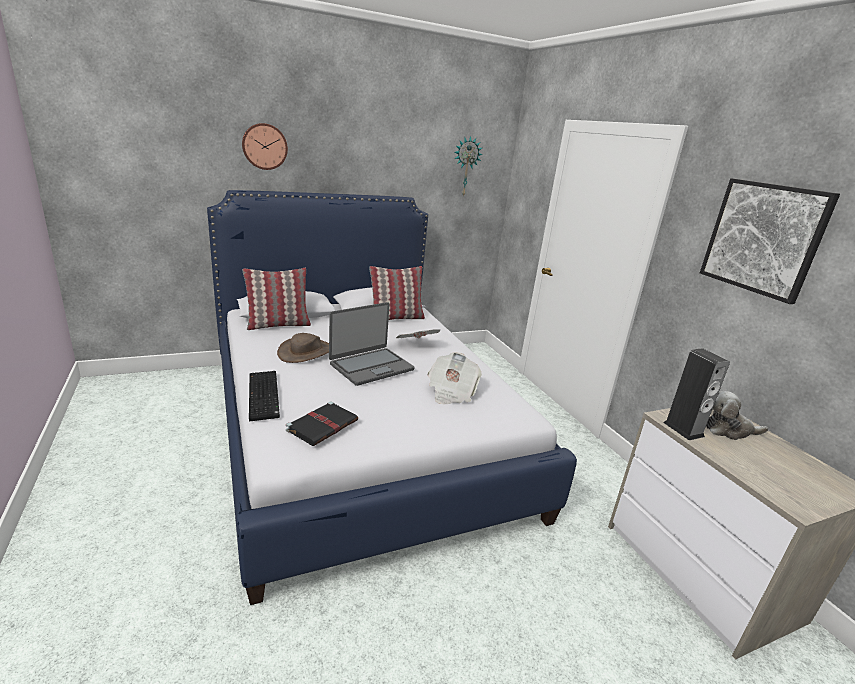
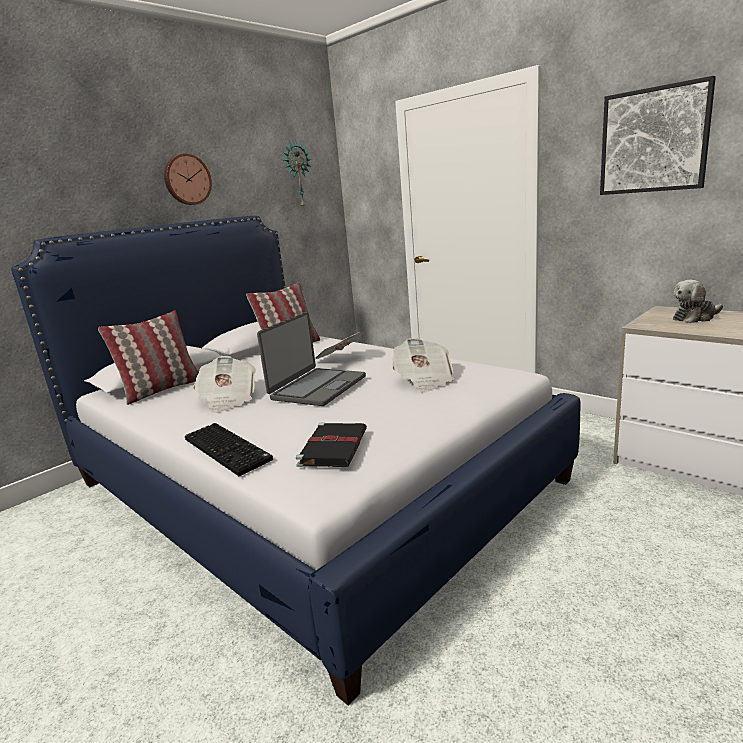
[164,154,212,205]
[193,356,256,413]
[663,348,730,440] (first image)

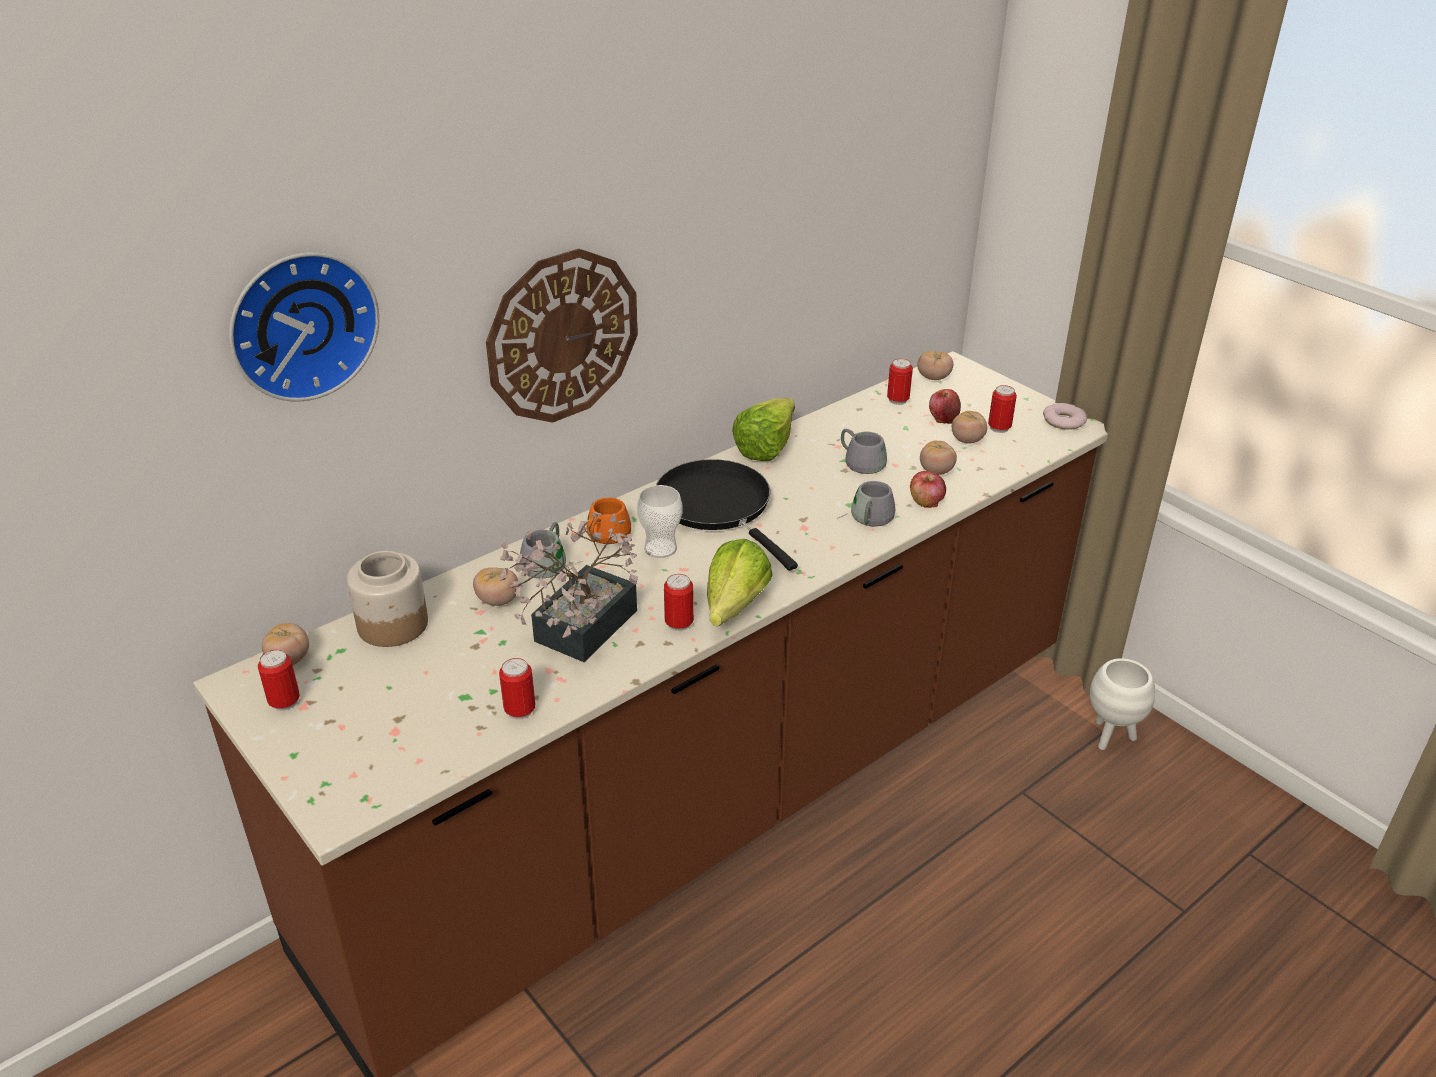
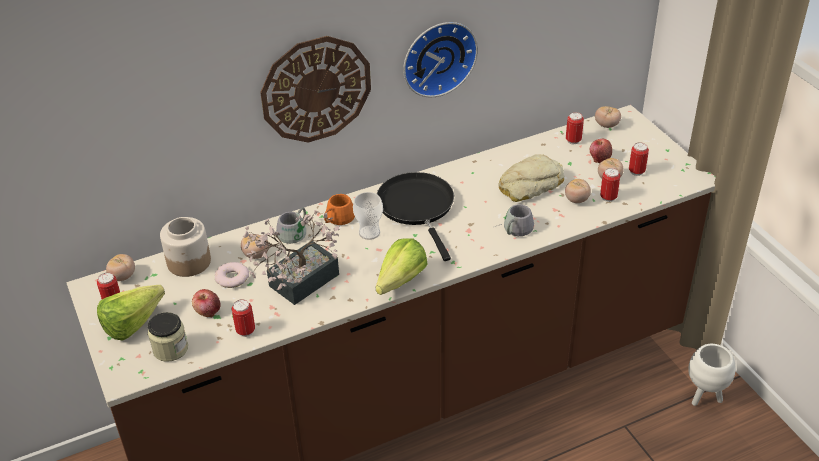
[97,285,165,341]
[148,312,188,362]
[192,289,221,317]
[215,262,249,288]
[403,22,478,98]
[498,154,564,202]
[600,168,620,202]

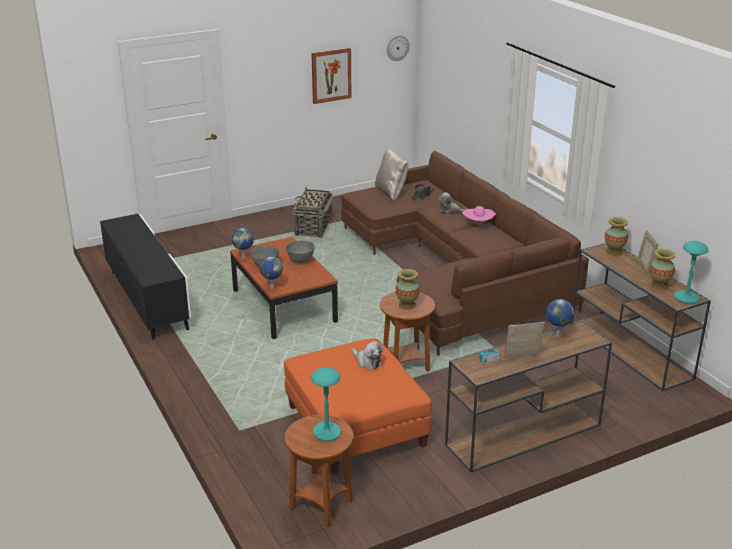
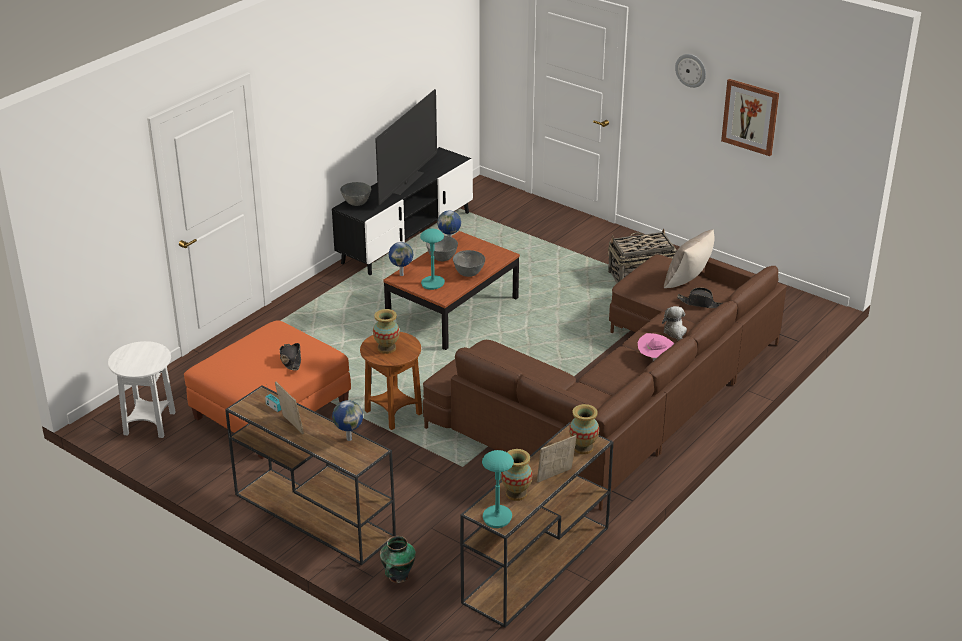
[108,341,176,438]
[280,343,301,371]
[340,182,371,206]
[375,89,437,205]
[380,536,416,583]
[420,229,445,290]
[675,54,706,88]

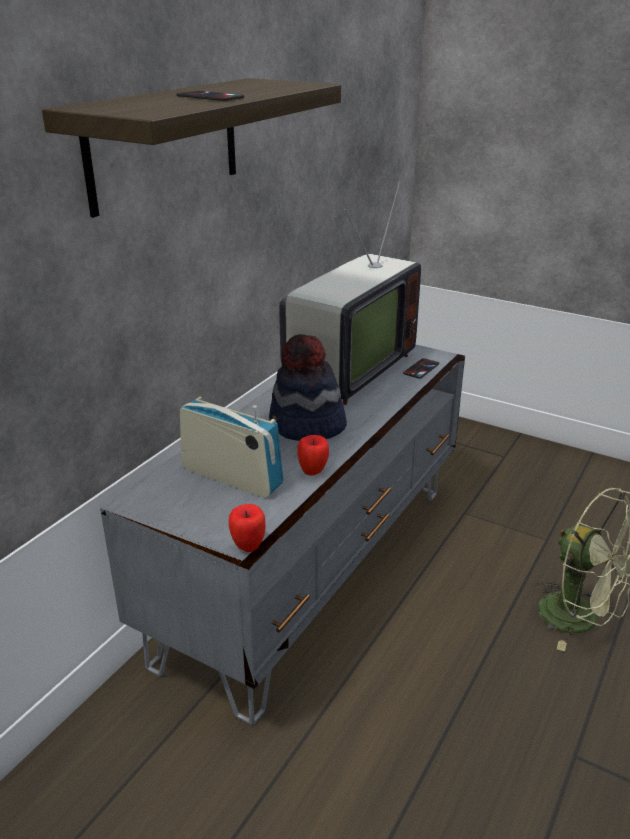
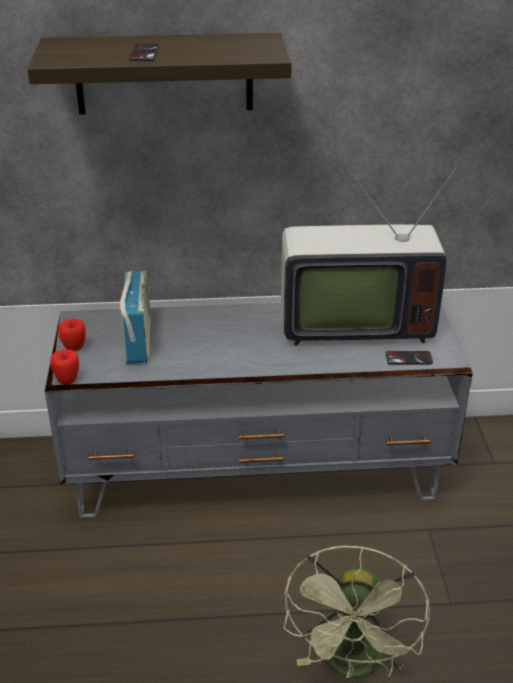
[58,318,86,351]
[269,334,347,441] (first image)

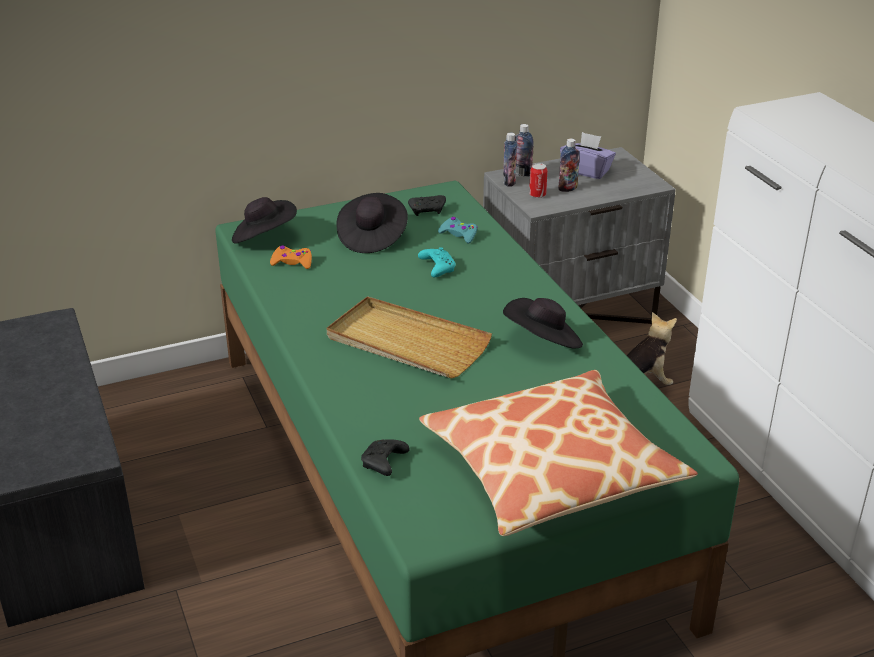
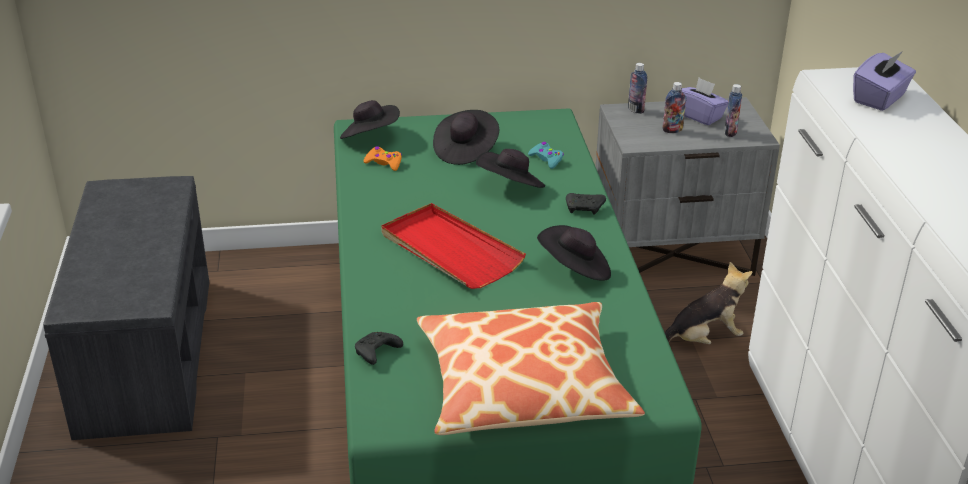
[381,203,526,289]
[476,149,545,188]
[566,193,606,215]
[724,84,742,137]
[853,51,916,111]
[529,163,547,198] (first image)

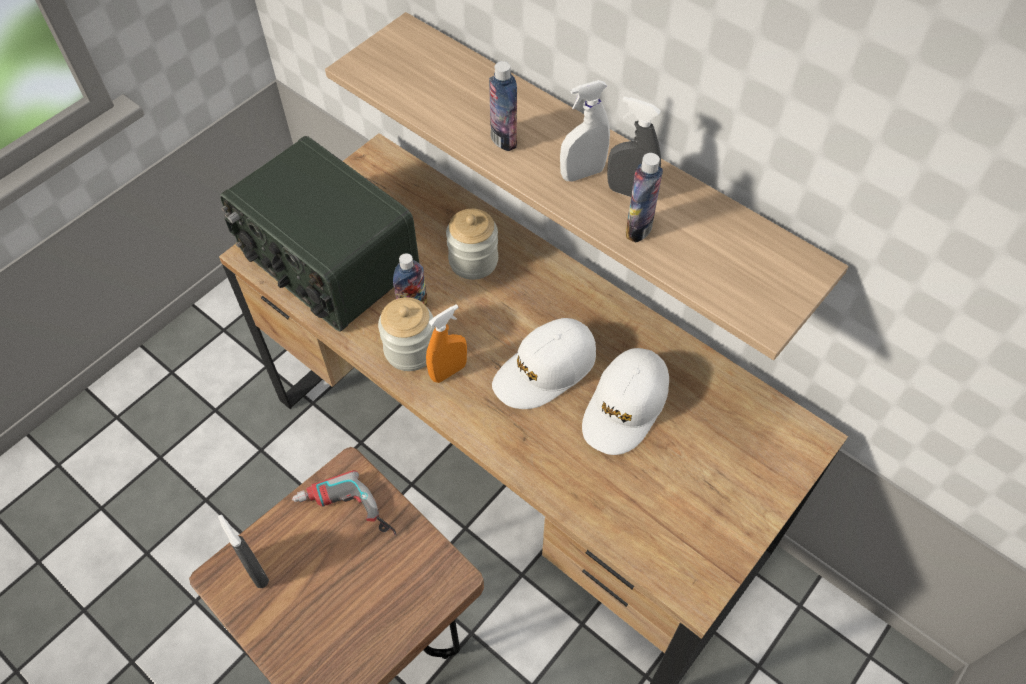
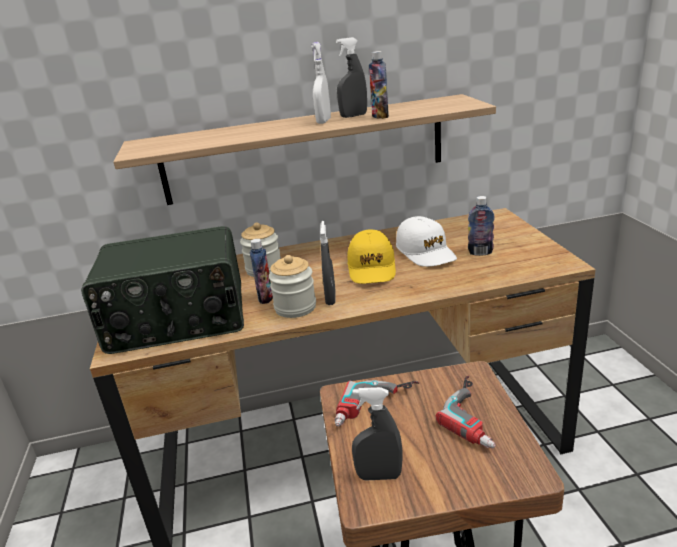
[320,221,336,305]
[347,229,396,284]
[436,376,496,448]
[468,196,495,256]

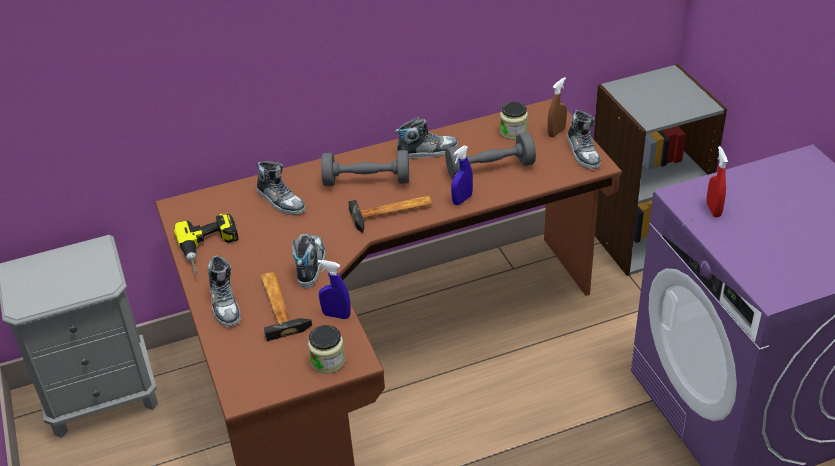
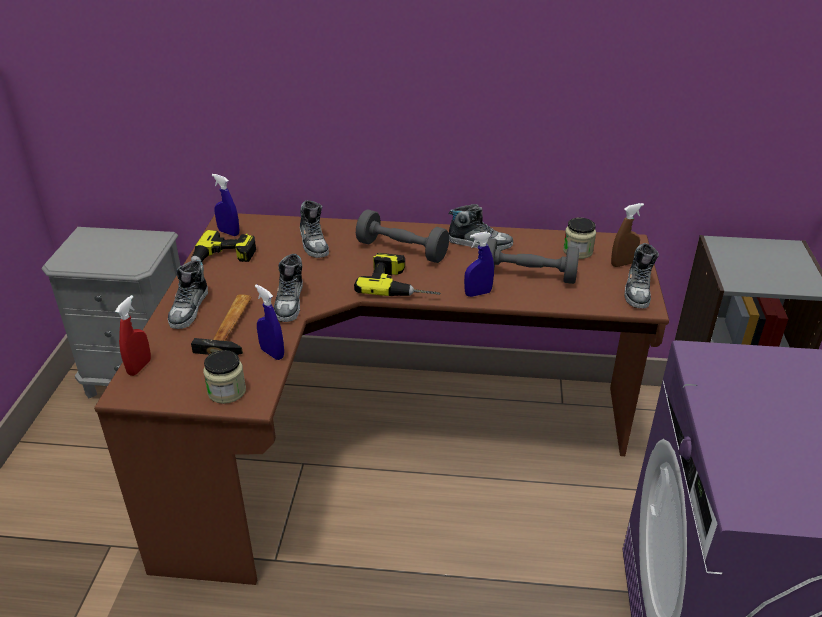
[115,295,151,376]
[212,174,239,236]
[274,254,303,322]
[354,253,441,296]

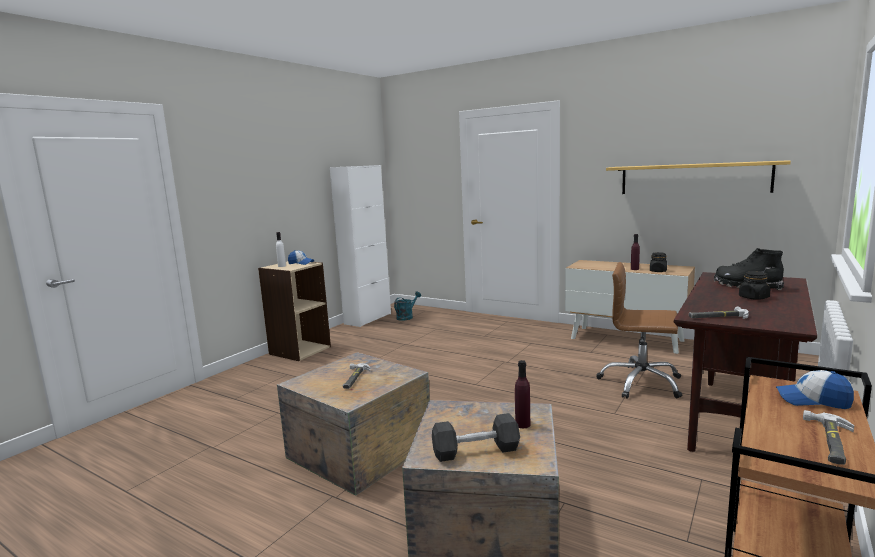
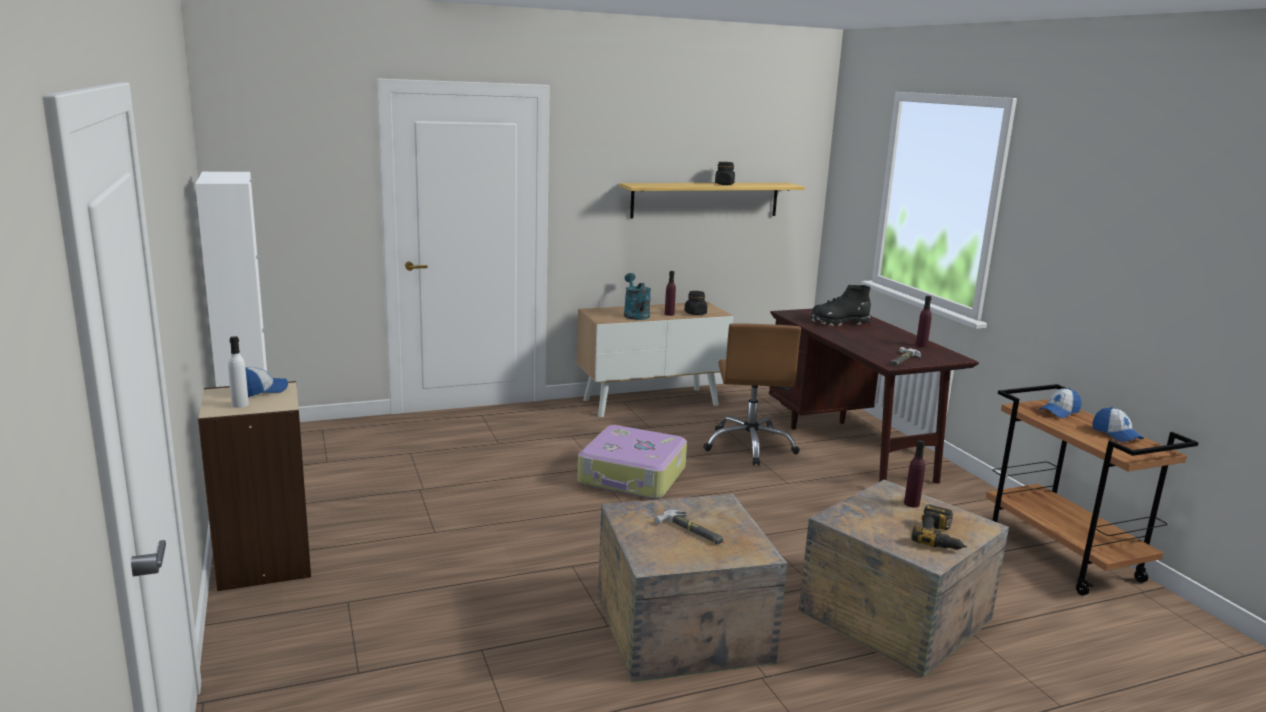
[577,425,687,499]
[624,273,651,320]
[703,323,801,466]
[715,162,735,185]
[912,504,967,550]
[916,296,932,348]
[1093,407,1144,442]

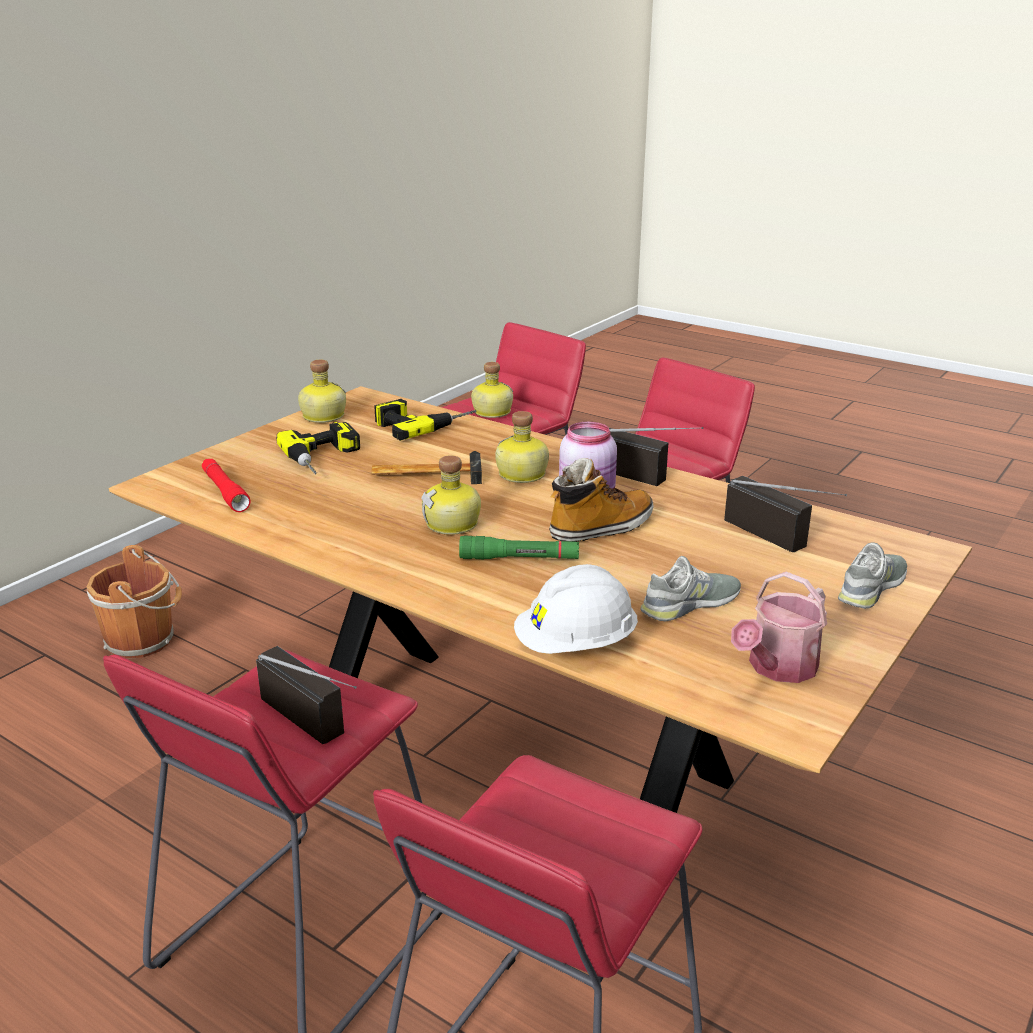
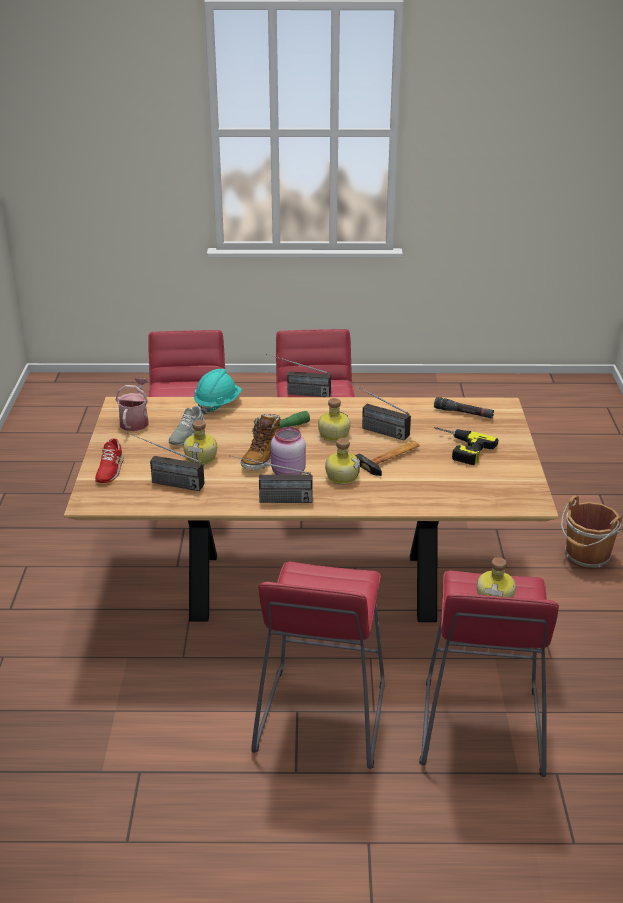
[95,438,124,483]
[183,420,217,465]
[194,369,242,415]
[345,380,411,441]
[434,397,494,419]
[374,399,476,441] (first image)

